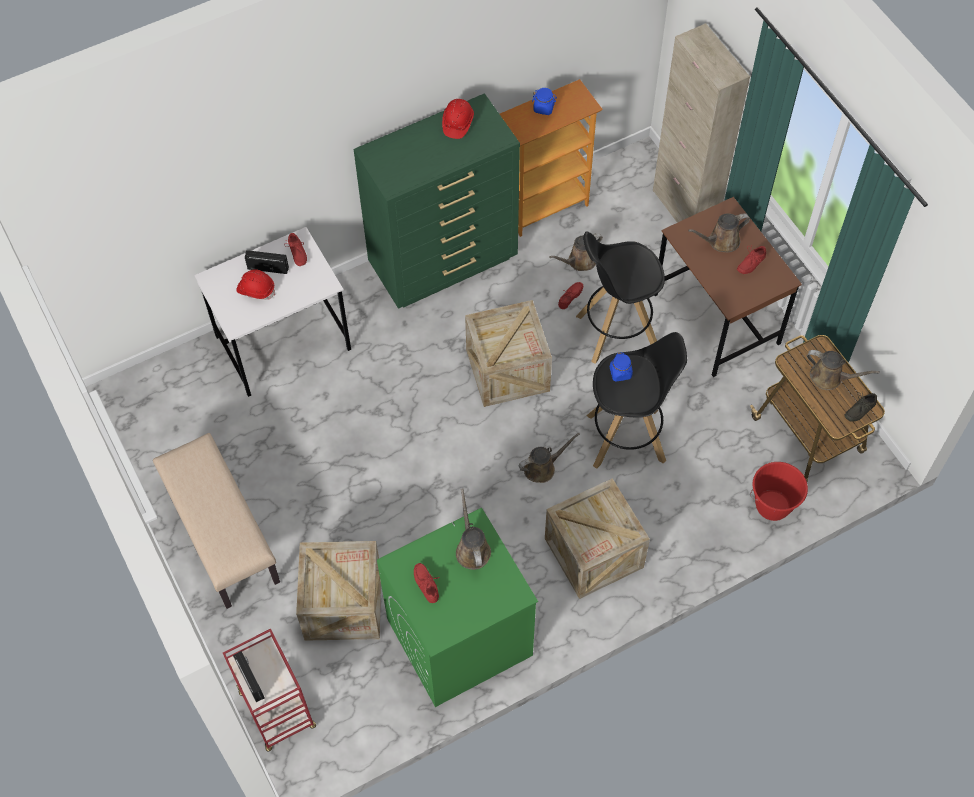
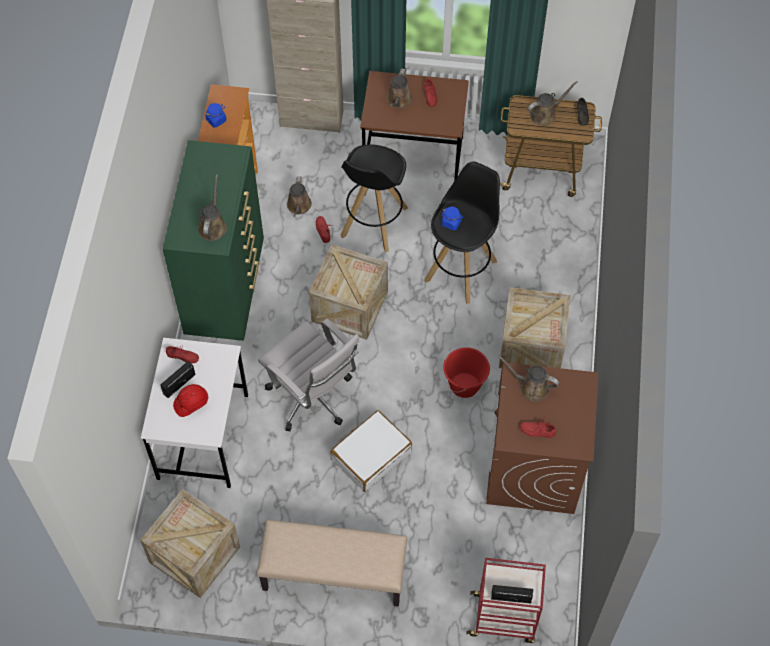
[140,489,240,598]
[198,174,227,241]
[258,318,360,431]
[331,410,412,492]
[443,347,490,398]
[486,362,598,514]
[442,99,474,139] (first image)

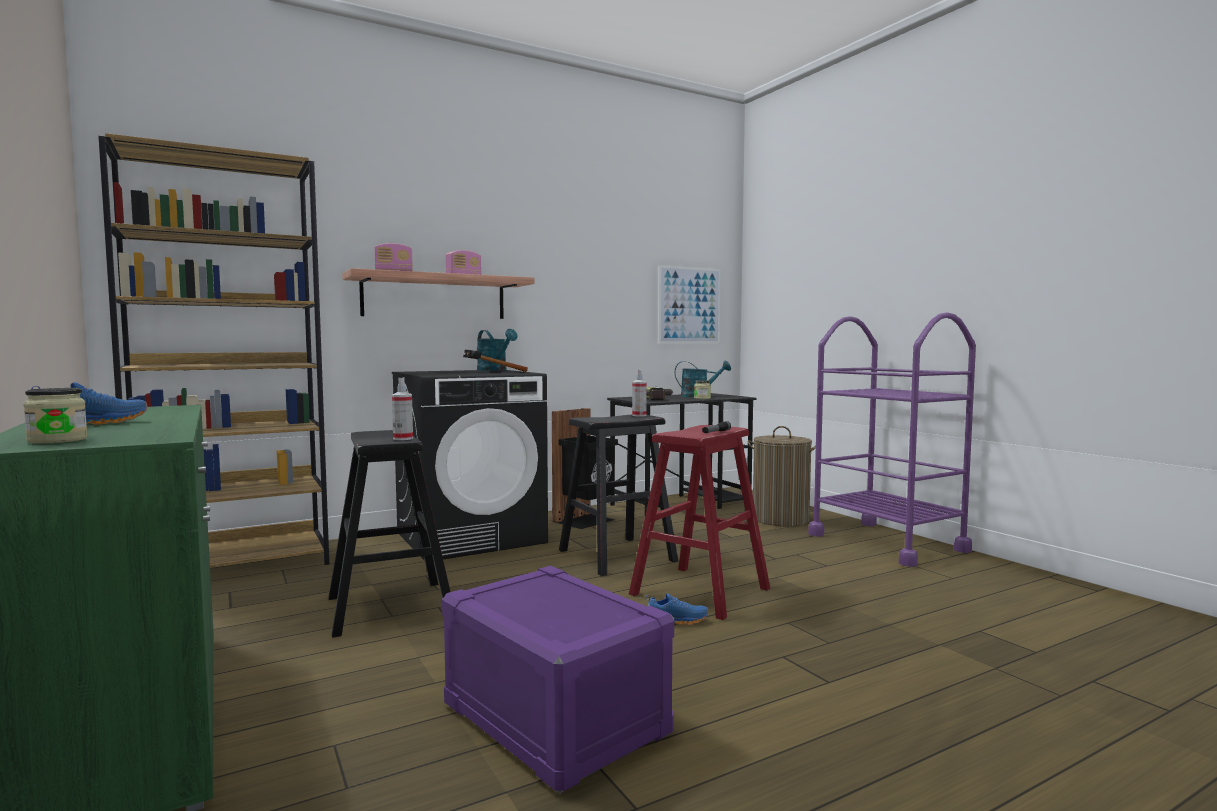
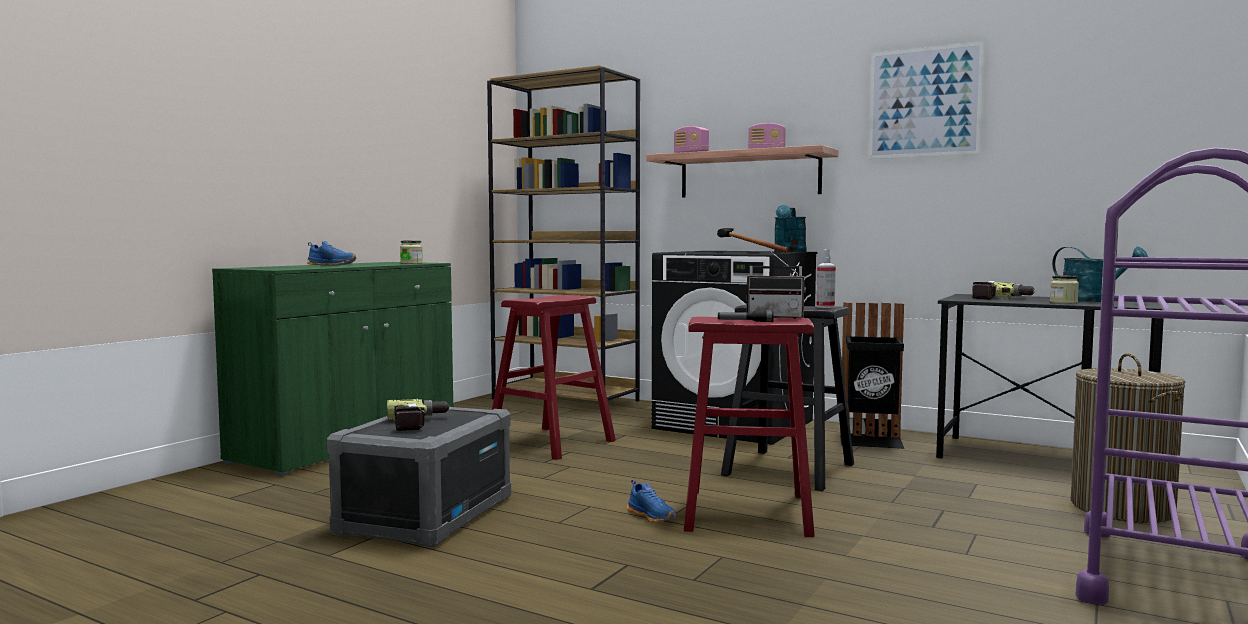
[327,407,511,548]
[387,399,451,431]
[400,241,423,264]
[492,295,616,460]
[747,252,806,319]
[869,41,984,159]
[392,378,413,440] (first image)

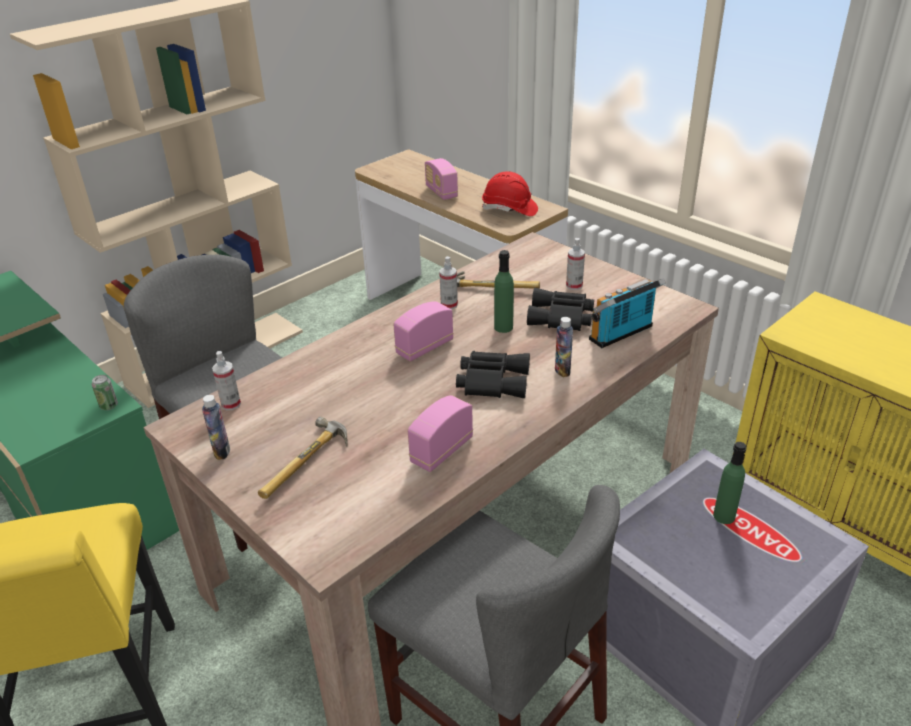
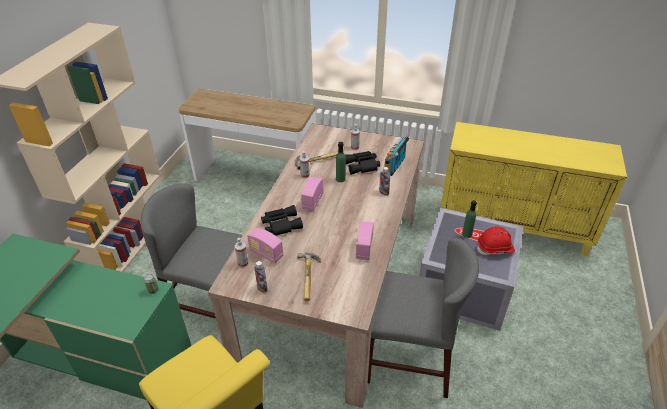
[247,228,283,263]
[261,205,303,236]
[477,227,515,255]

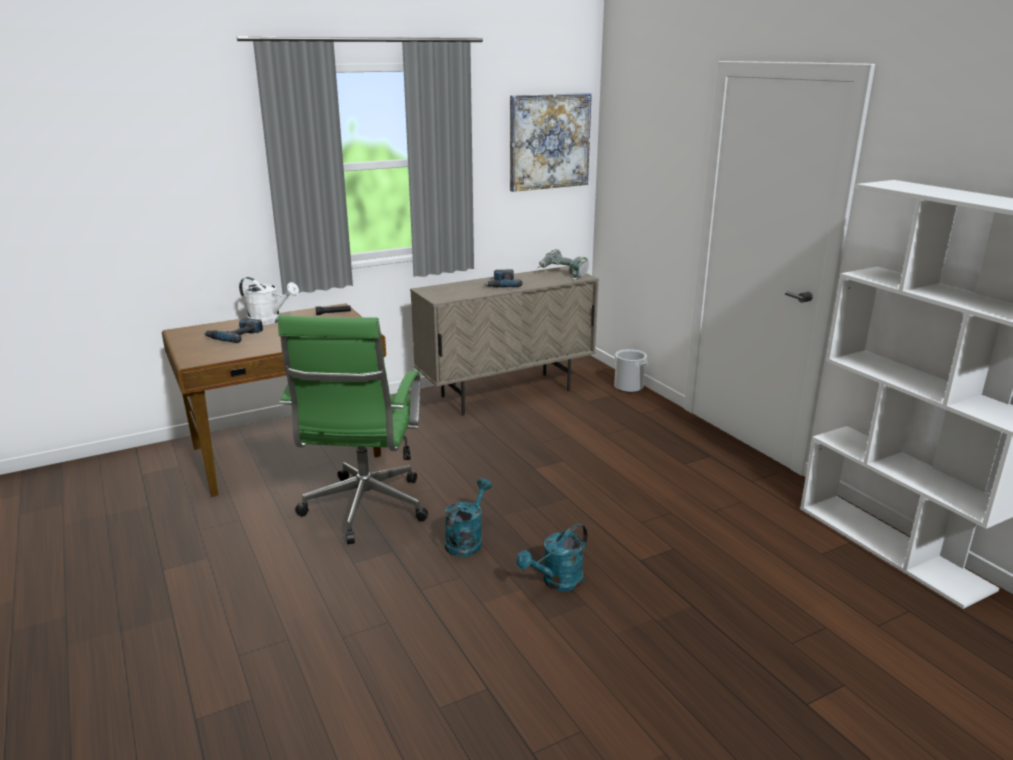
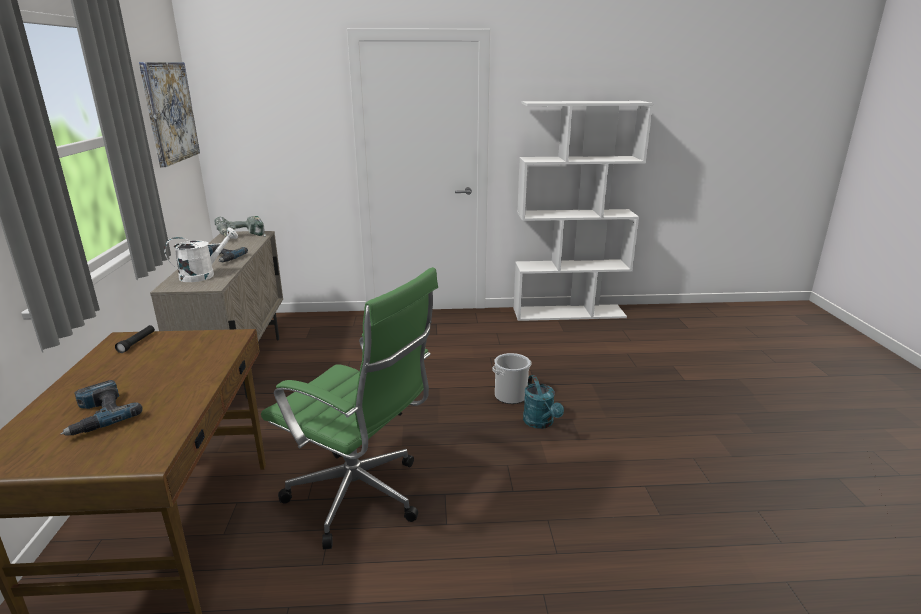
[164,227,238,282]
[492,353,531,404]
[445,478,492,557] (first image)

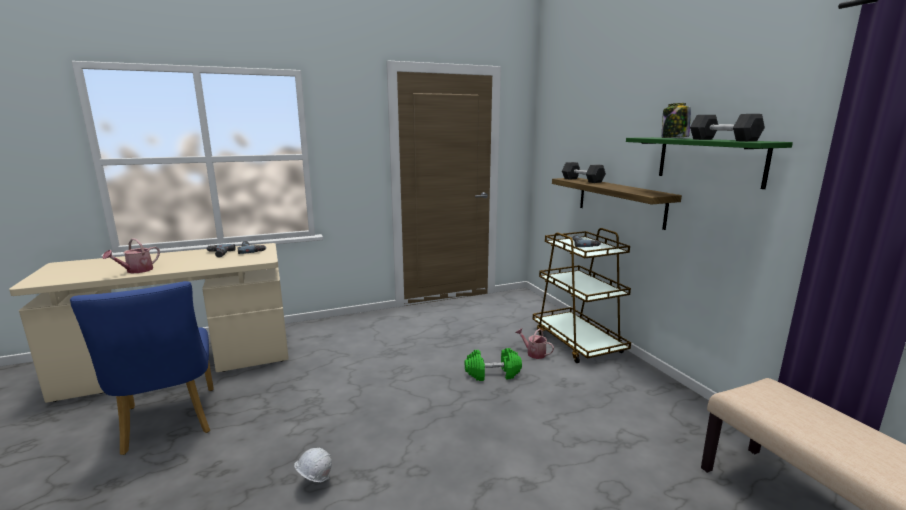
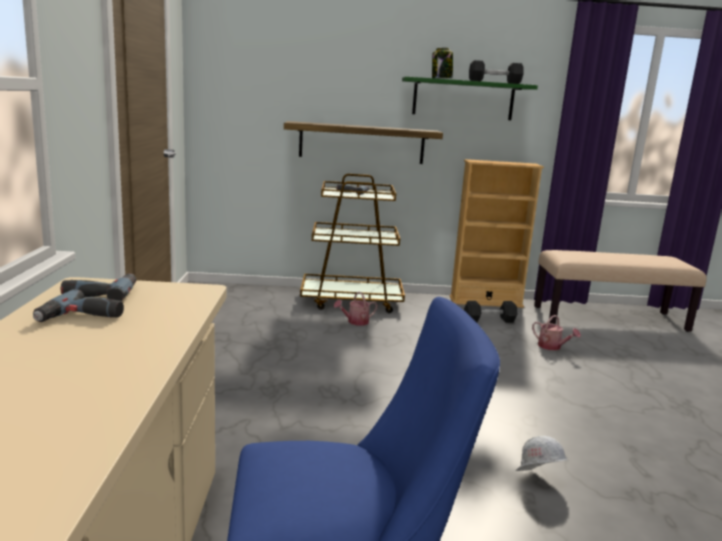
[450,159,544,308]
[464,301,517,323]
[532,315,581,350]
[465,348,522,381] (first image)

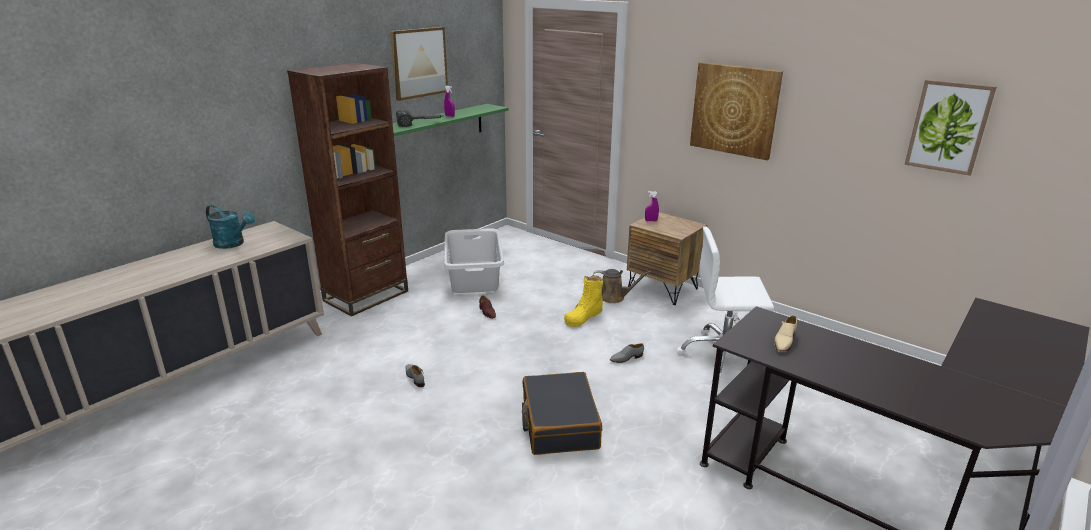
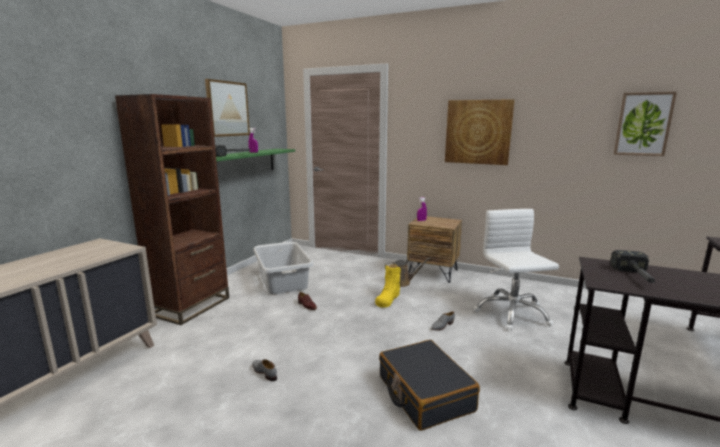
[474,209,559,331]
[610,250,655,283]
[206,205,255,249] (first image)

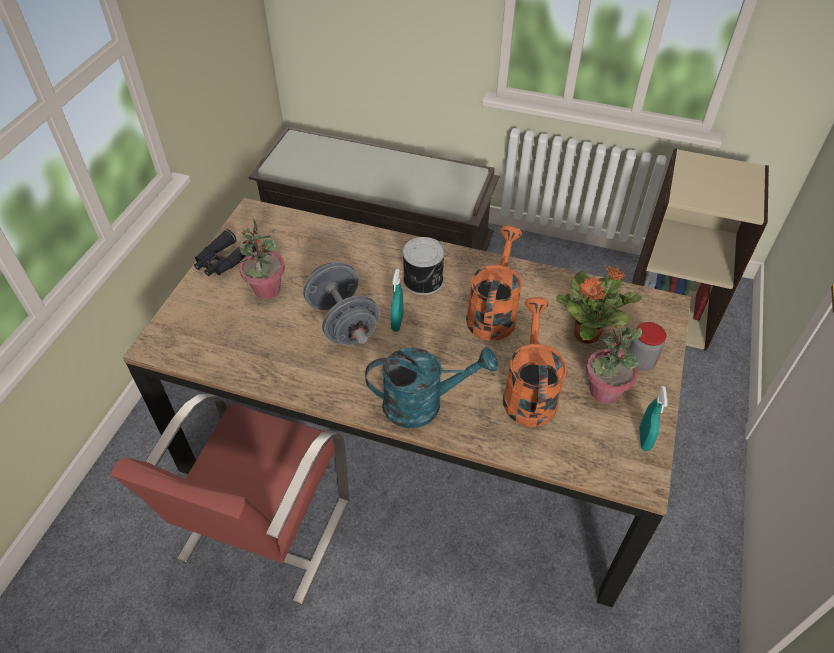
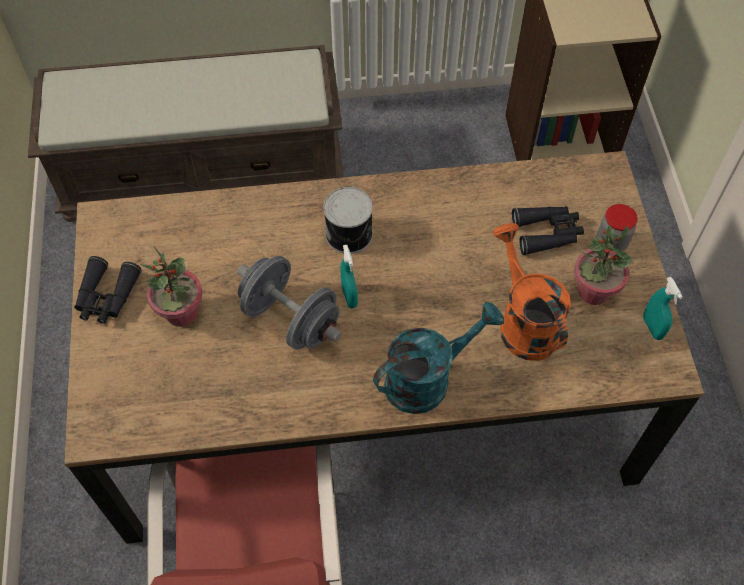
[512,206,584,255]
[466,226,522,341] (first image)

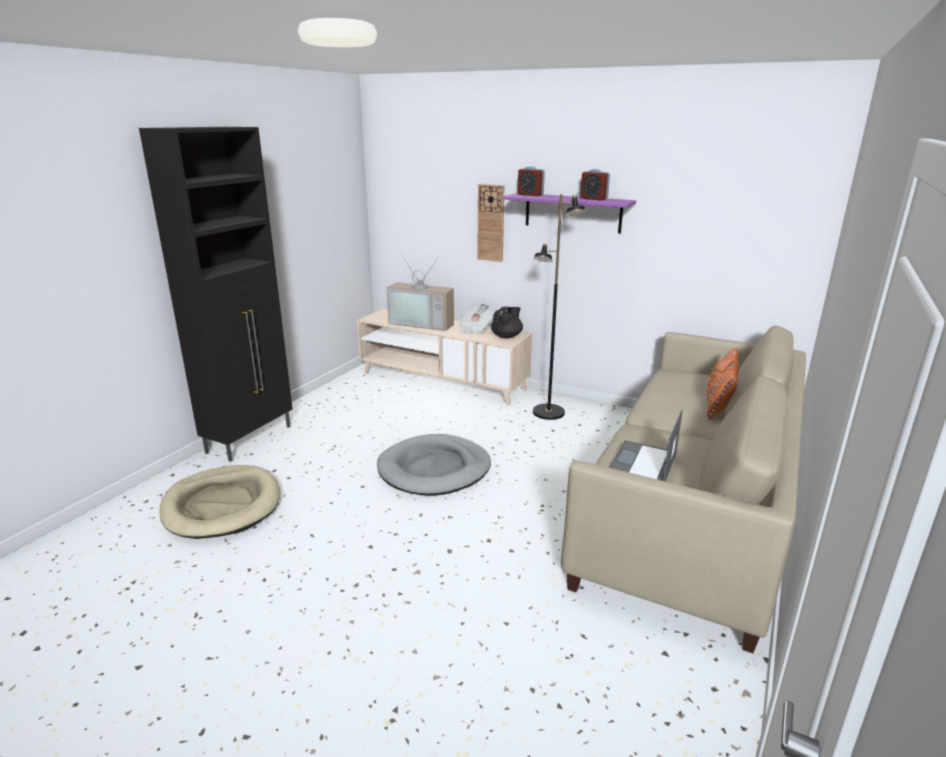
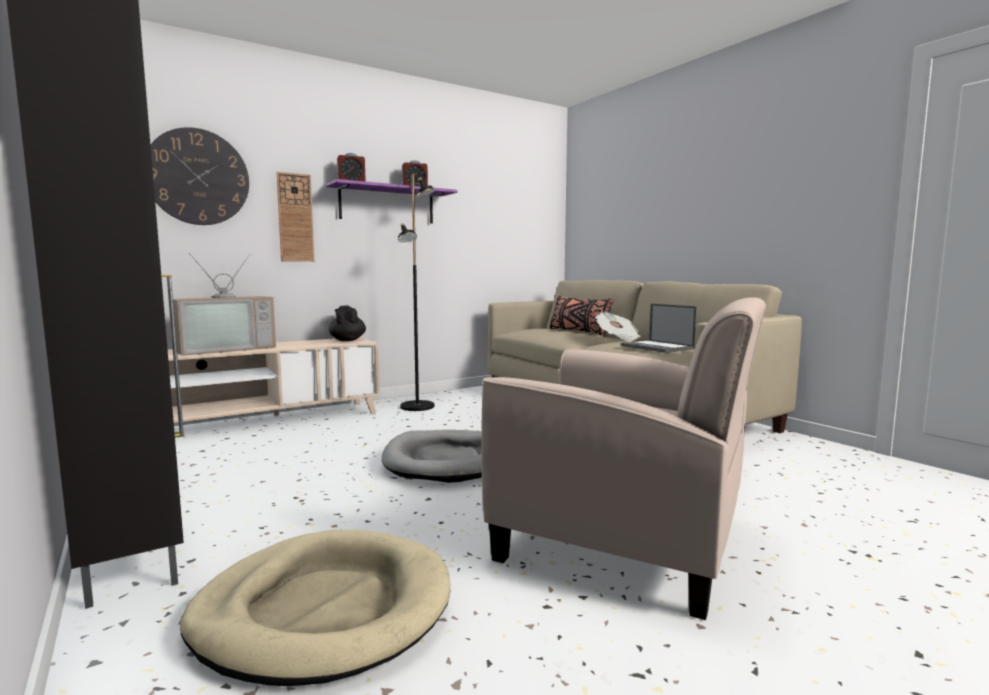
[151,127,249,225]
[482,297,766,620]
[550,296,614,336]
[596,312,642,342]

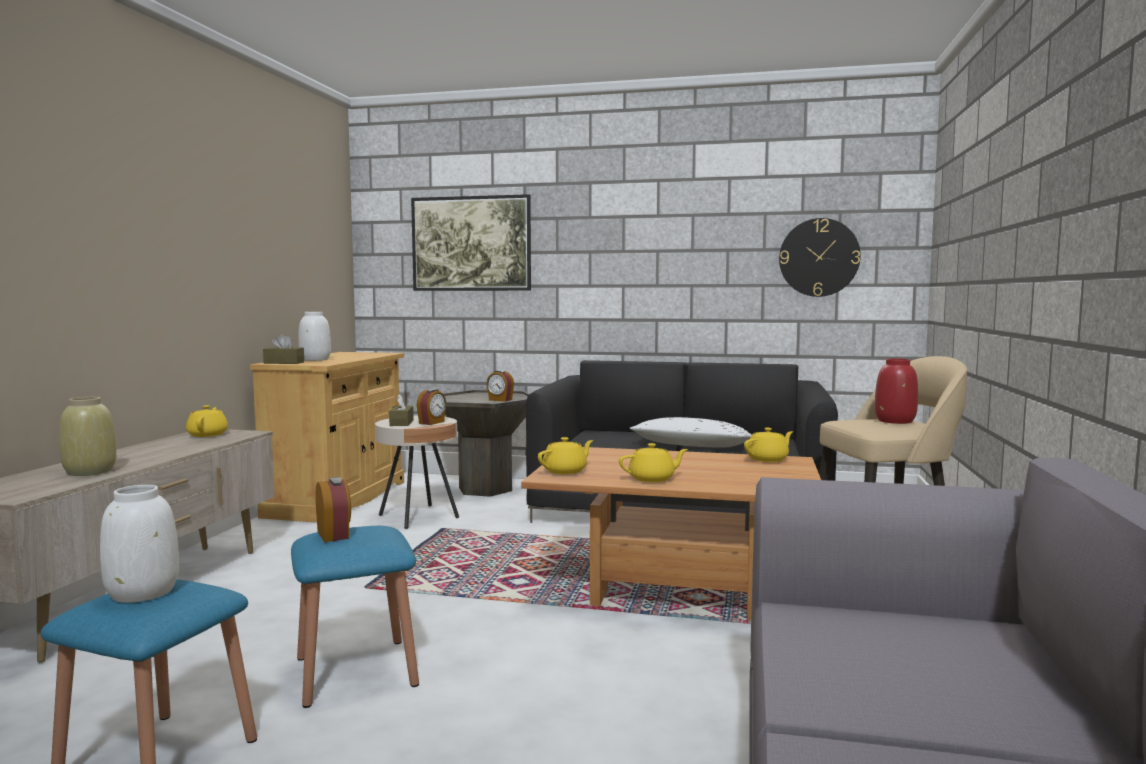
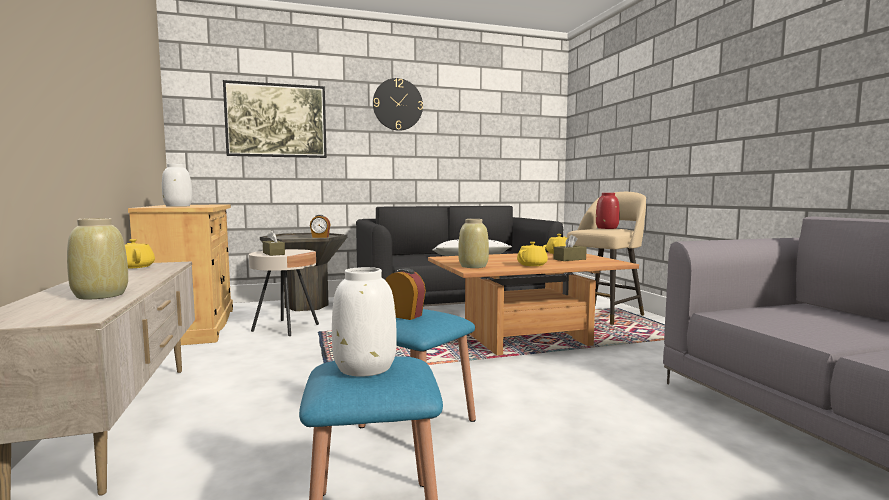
[373,78,423,131]
[458,219,489,268]
[554,235,587,261]
[417,389,446,425] (first image)

